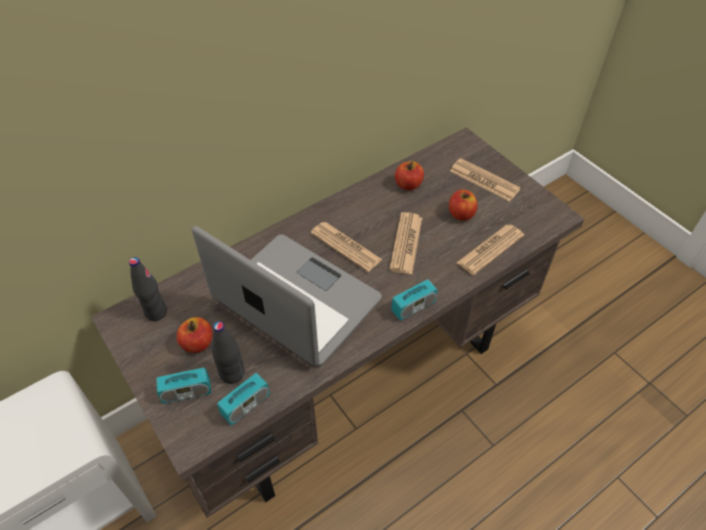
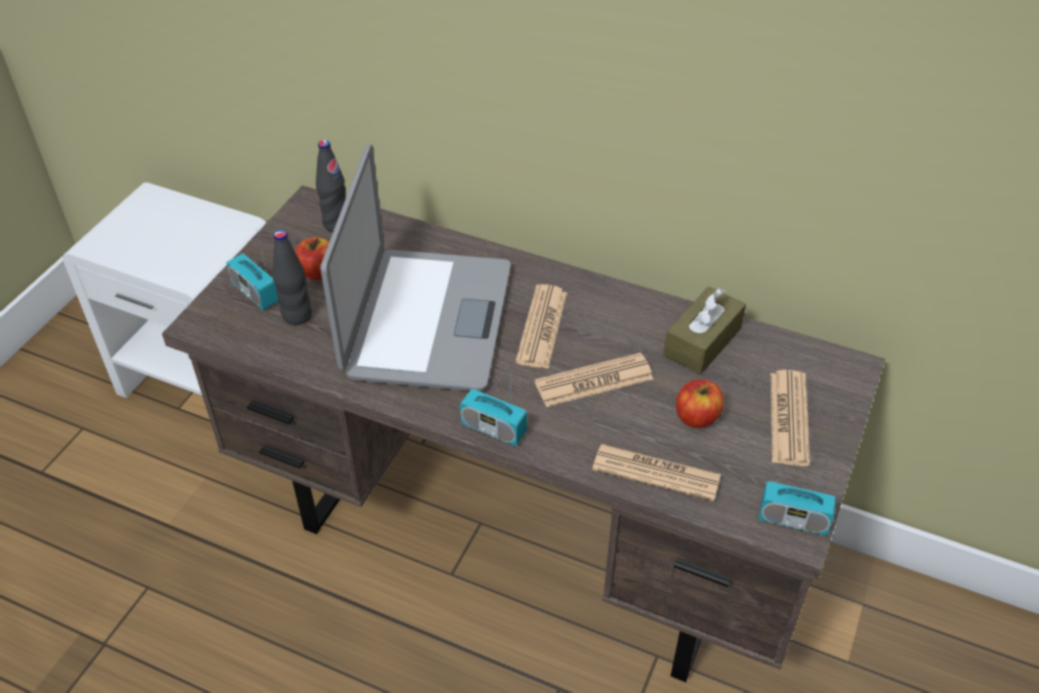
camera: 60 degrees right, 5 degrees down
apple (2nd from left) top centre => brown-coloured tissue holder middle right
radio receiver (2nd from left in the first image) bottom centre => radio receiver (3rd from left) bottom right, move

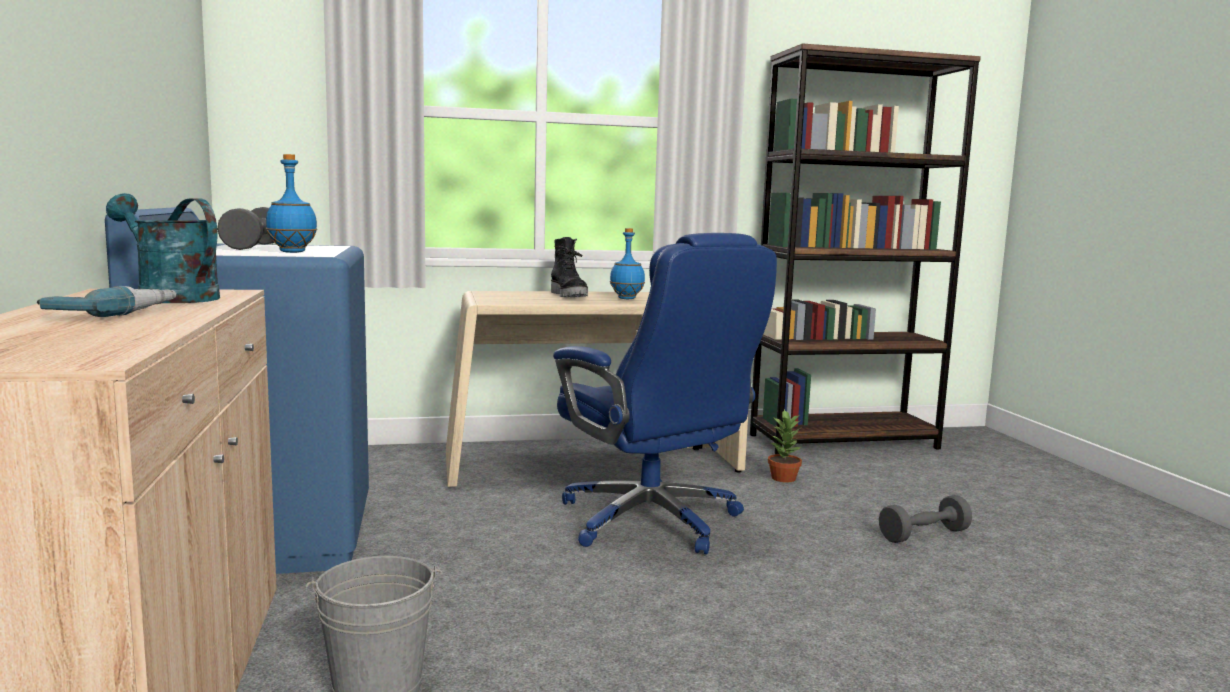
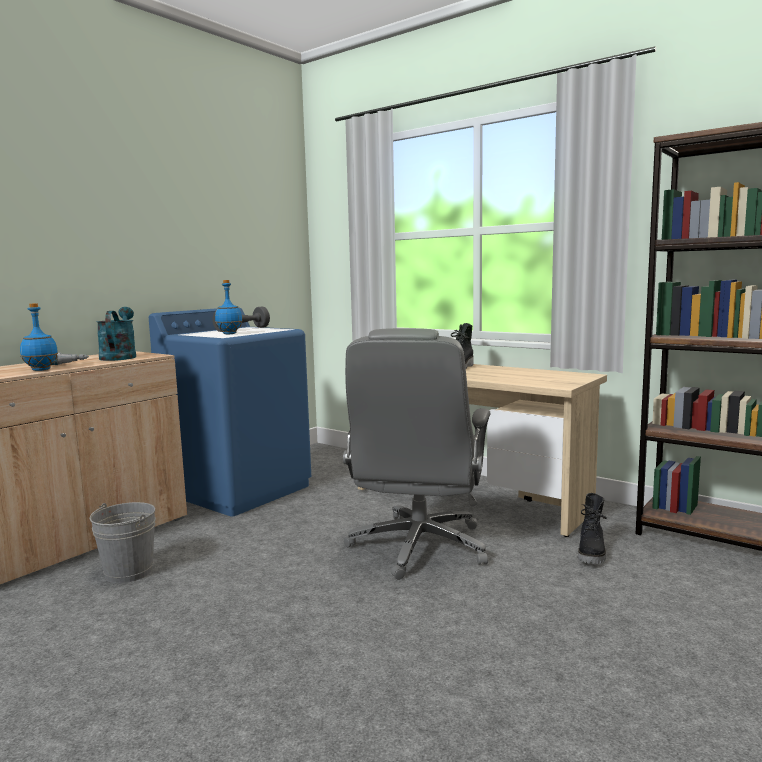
camera: 50 degrees right, 0 degrees up
blue-coloured bottle (2nd from left in the first image) centre => blue-coloured bottle (1st from left) middle left, move
blue-coloured office chair centre => grey office chair centre
plant in a pot centre => blackish boot (2nd from left) bottom right
grey free weight (2nd from left) bottom right => nothing

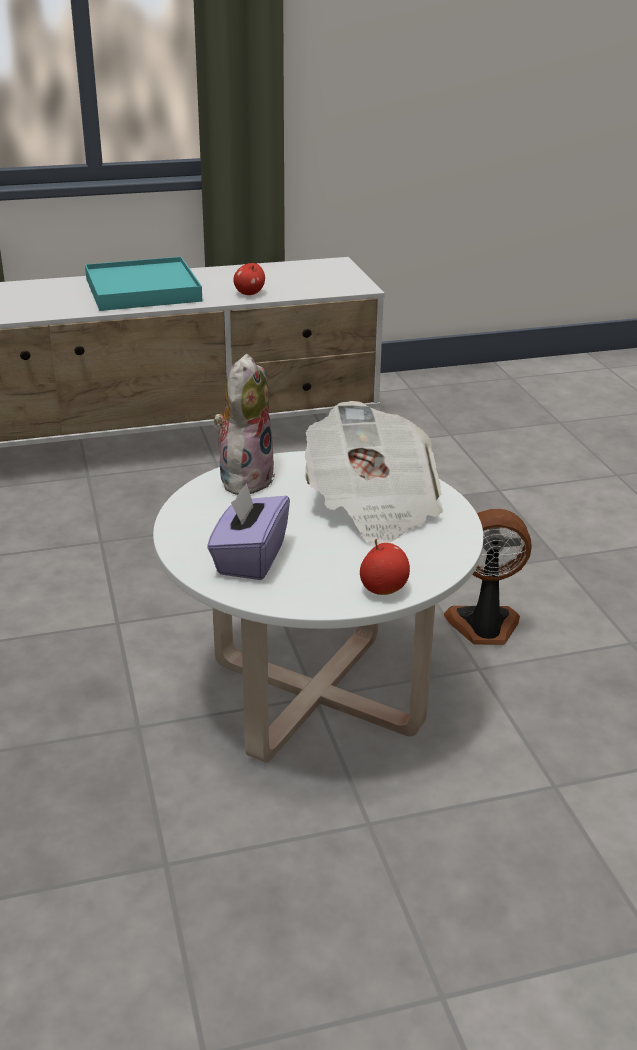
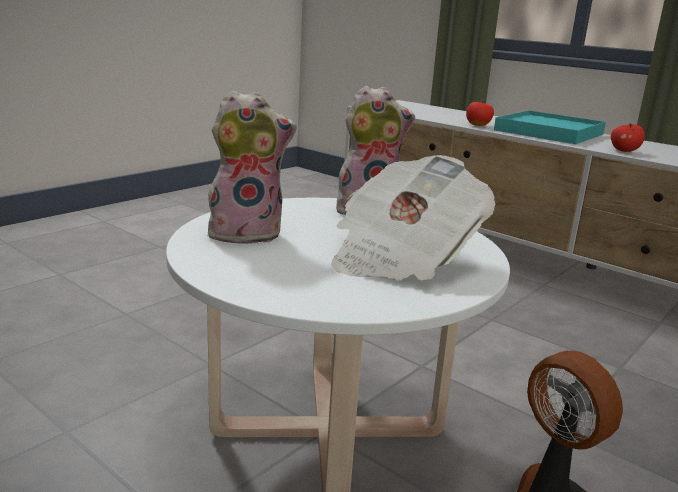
camera: 55 degrees right, 10 degrees down
purple-coloured tissue holder centre => soft toy (1st from left) centre
apple (2nd from left in the first image) centre => apple (1st from left) top right, move

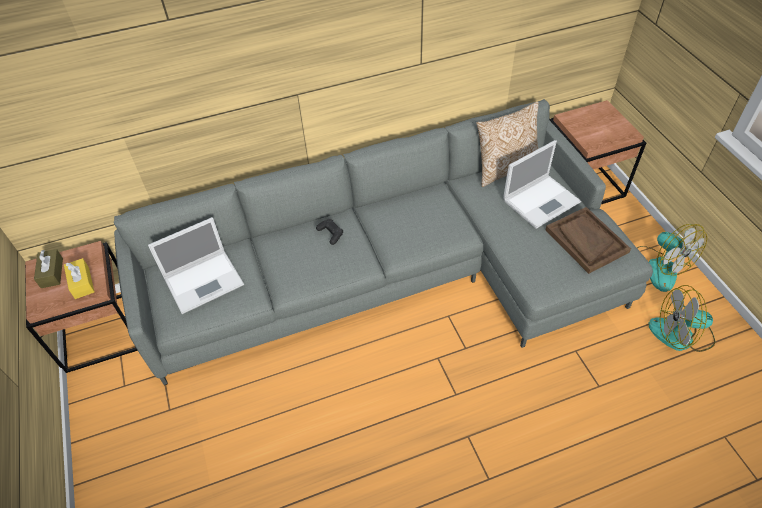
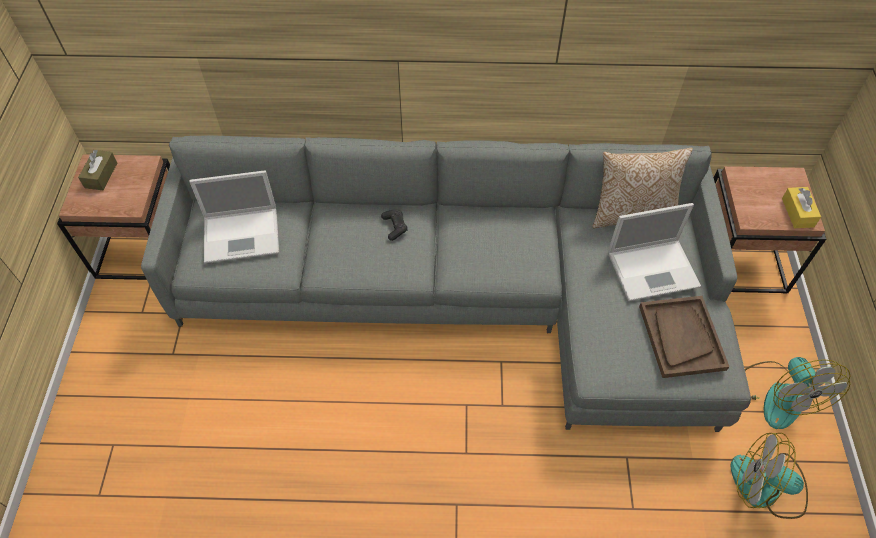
camera: 20 degrees right, 5 degrees up
yellow-coloured tissue holder middle left => yellow-coloured tissue holder middle right, move

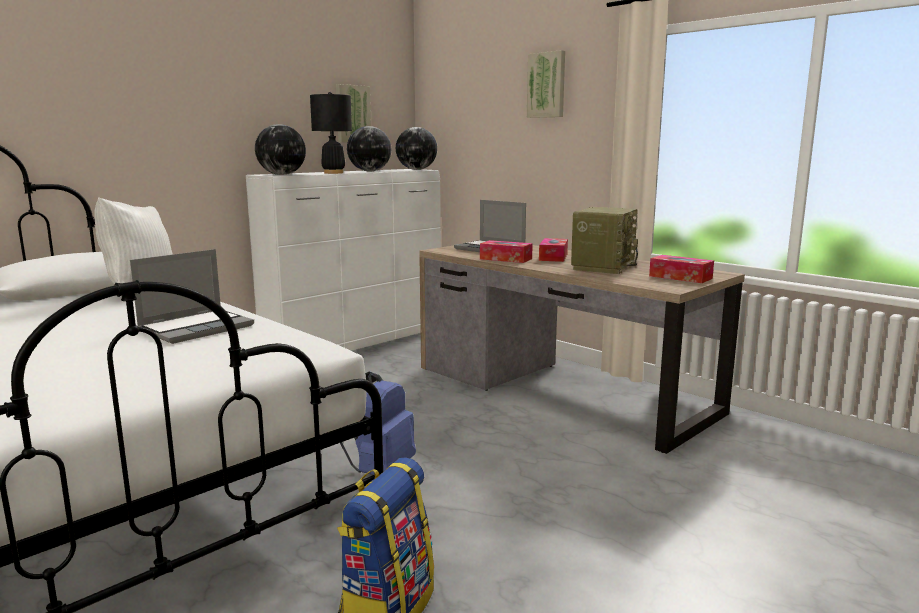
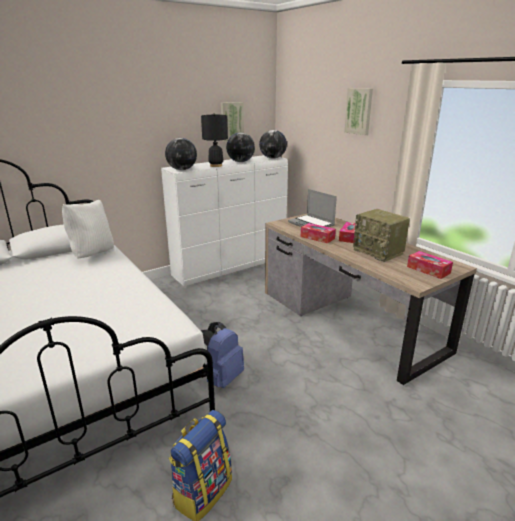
camera: 10 degrees right, 10 degrees up
radio receiver centre => radio receiver middle right, 105 degrees clockwise
notebook computer (1st from left) middle left => nothing

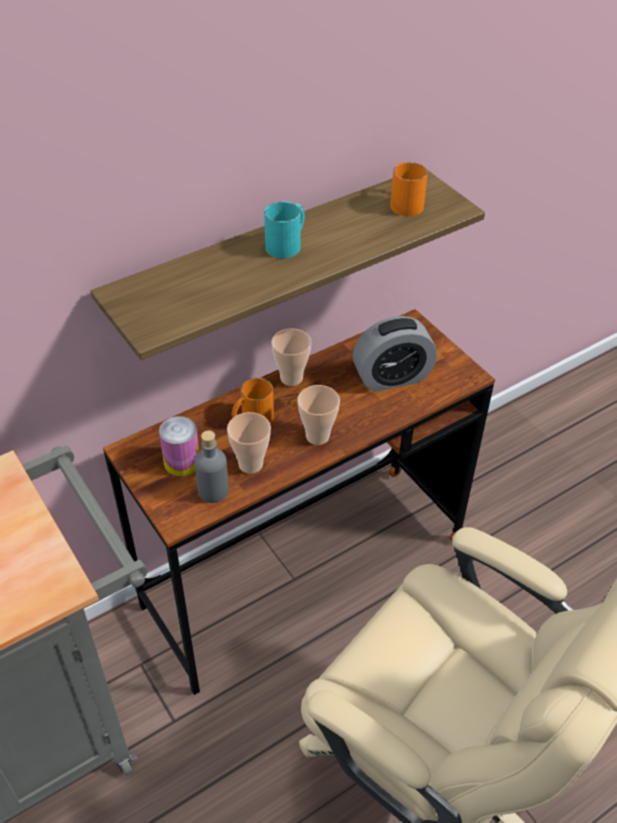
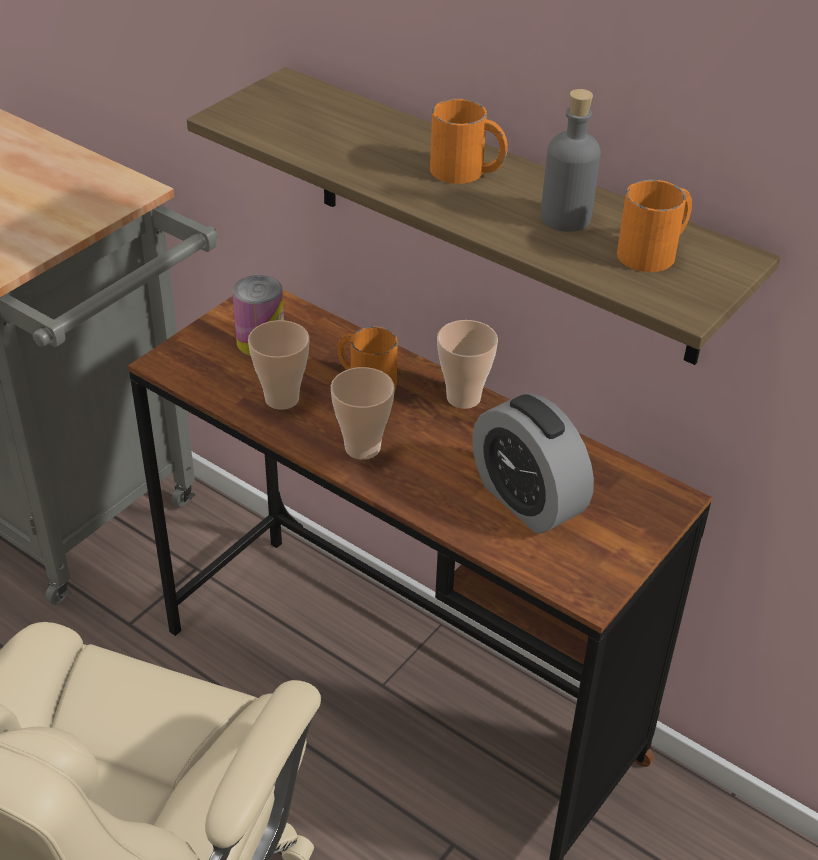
camera: 70 degrees right, 5 degrees down
blue-green mug top centre => orangey mug (2nd from left) top centre
grey bottle centre => grey bottle top right, move

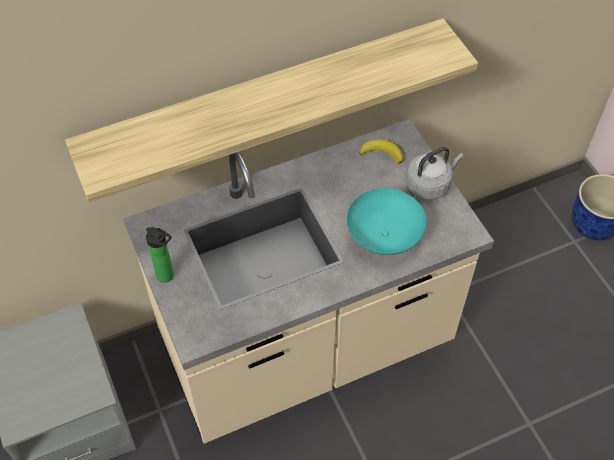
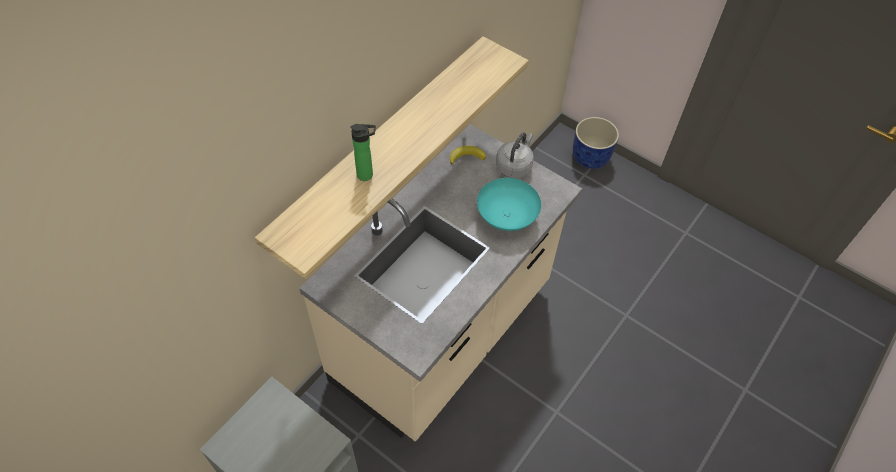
camera: 30 degrees left, 0 degrees up
bottle middle left => bottle top centre, move

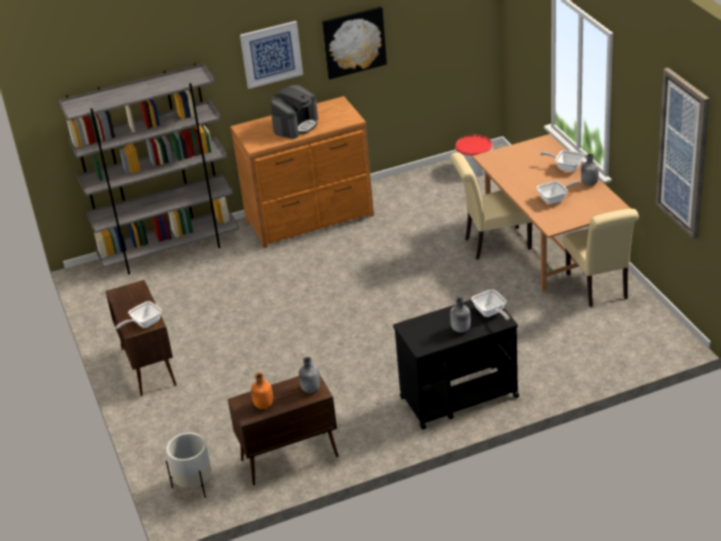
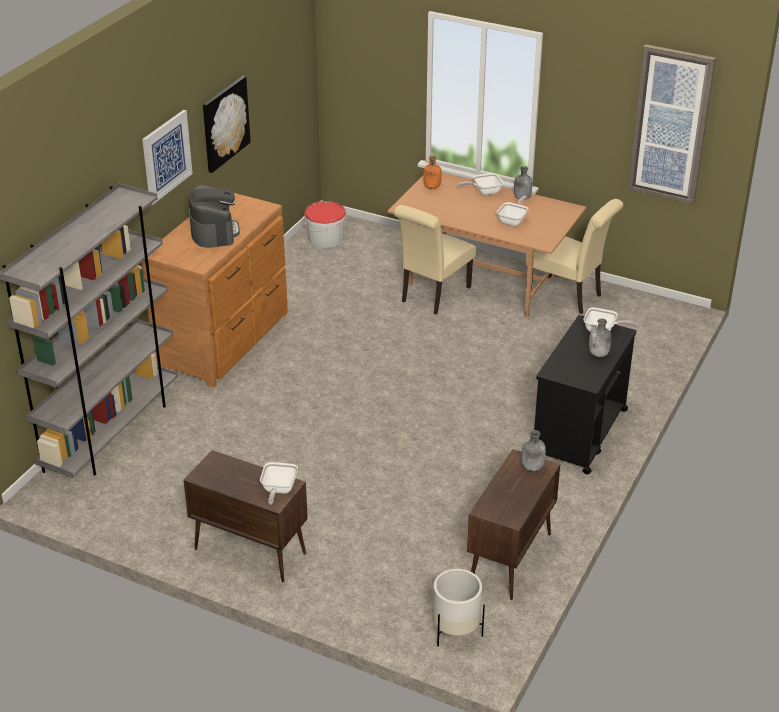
camera: 45 degrees left, 0 degrees up
orangey bottle bottom centre => orangey bottle top centre, move

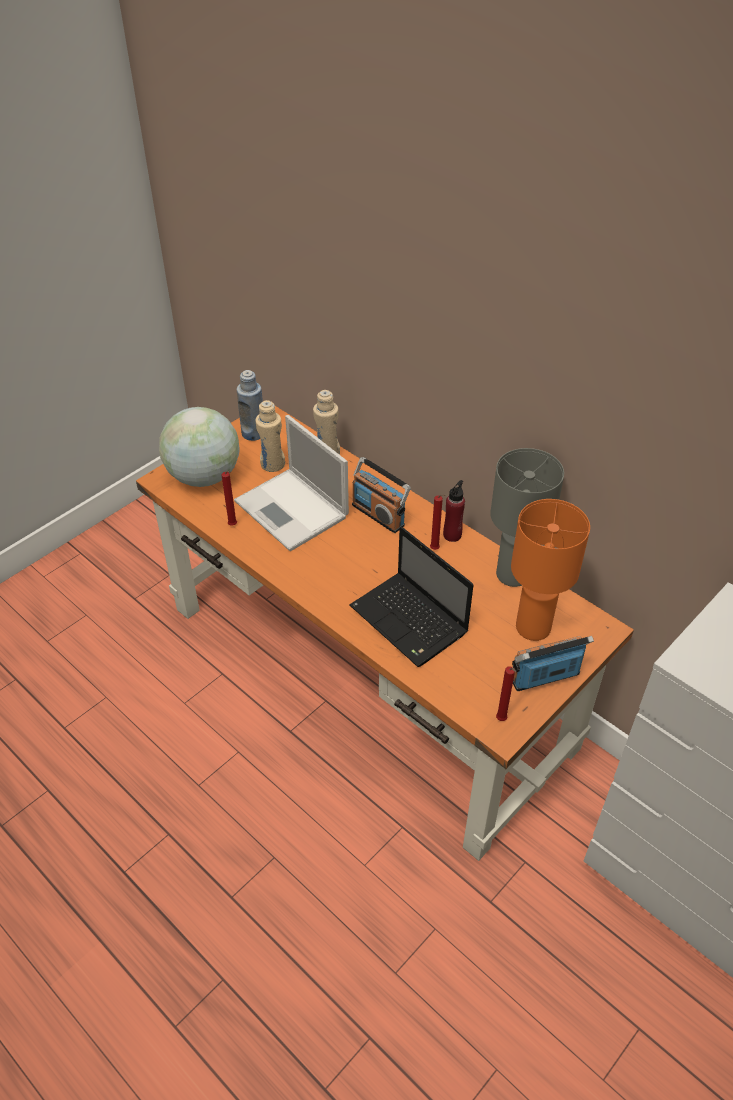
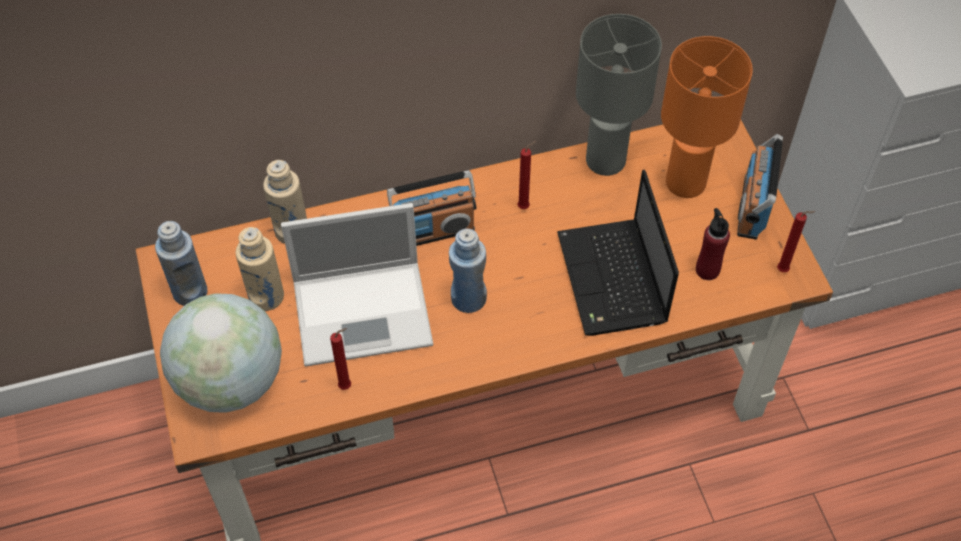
camera: 60 degrees left, 10 degrees up
reddish bottle centre => reddish bottle middle right, move
notebook computer (2nd from left) centre, 90 degrees clockwise
nothing => blue-coloured bottle (2nd from left) centre

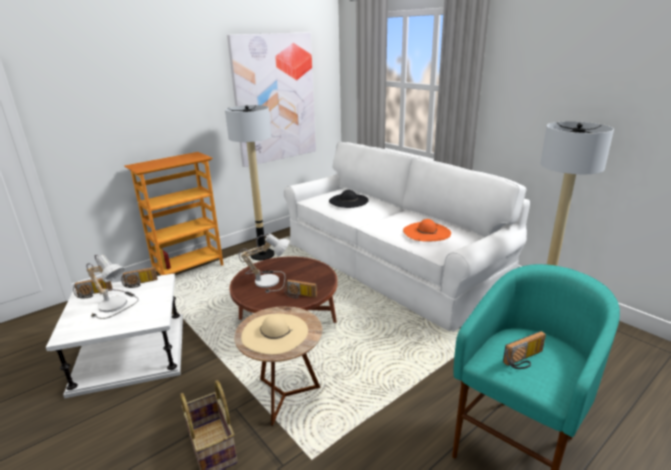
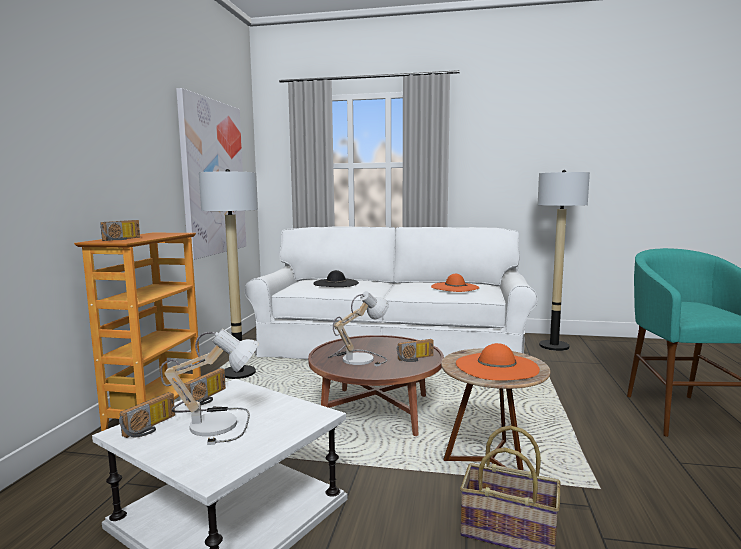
camera: 40 degrees left, 15 degrees down
beige wearable hat bottom centre => orangey wearable hat (2nd from left) middle right
radio receiver (4th from left in the first image) bottom right => radio receiver (1st from left) middle left, move

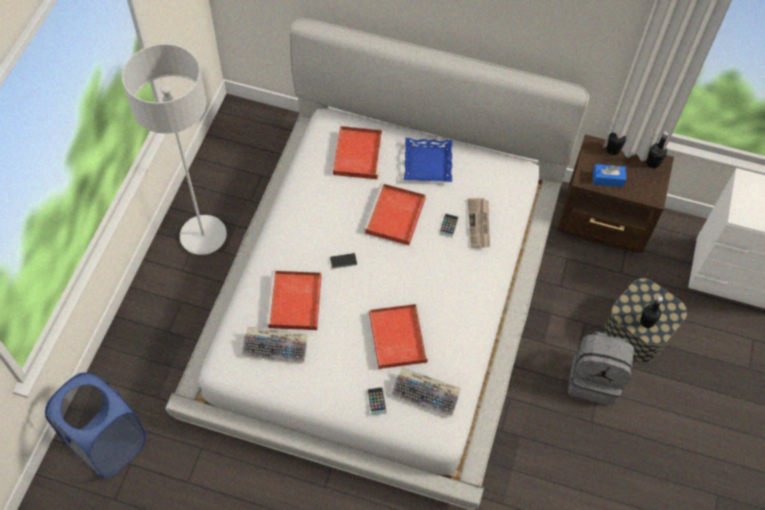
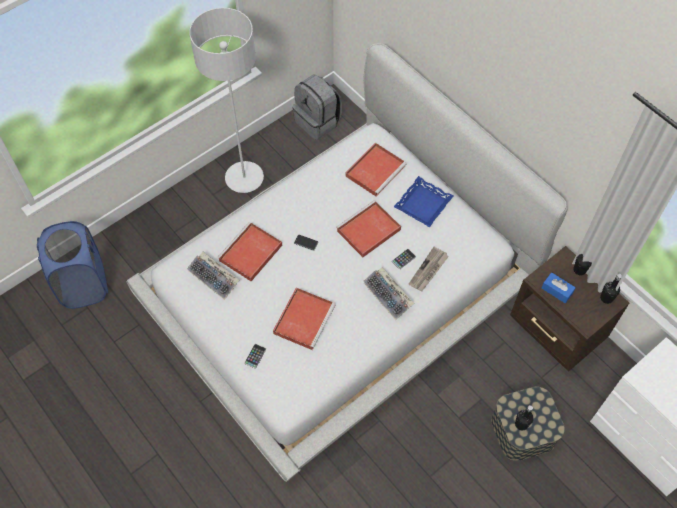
camera: 35 degrees right, 0 degrees up
grey knapsack bottom right => grey knapsack top centre, move
keyboard (2nd from left) bottom centre => keyboard (2nd from left) centre, move

